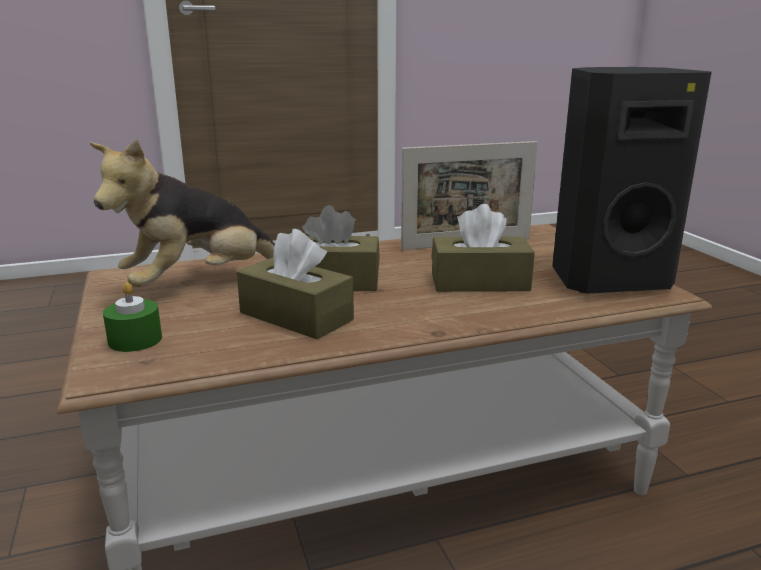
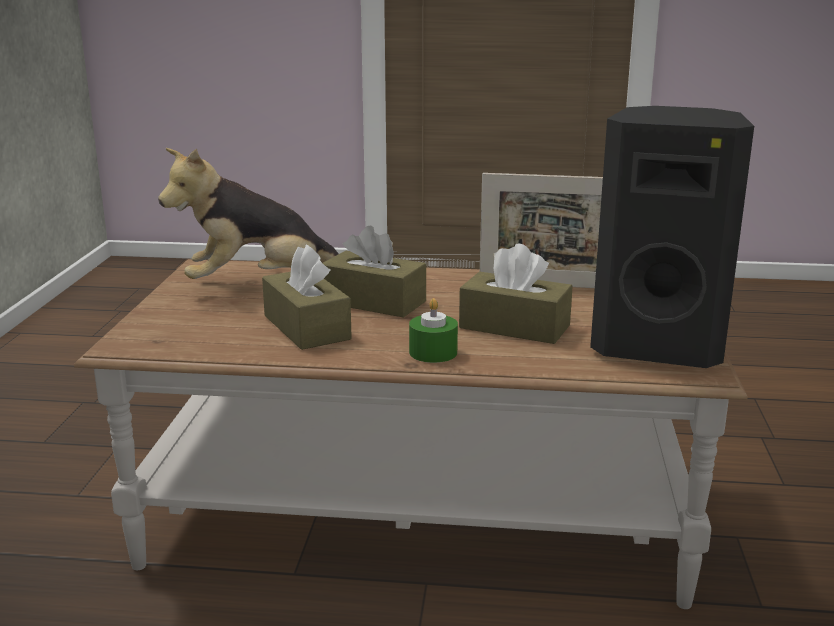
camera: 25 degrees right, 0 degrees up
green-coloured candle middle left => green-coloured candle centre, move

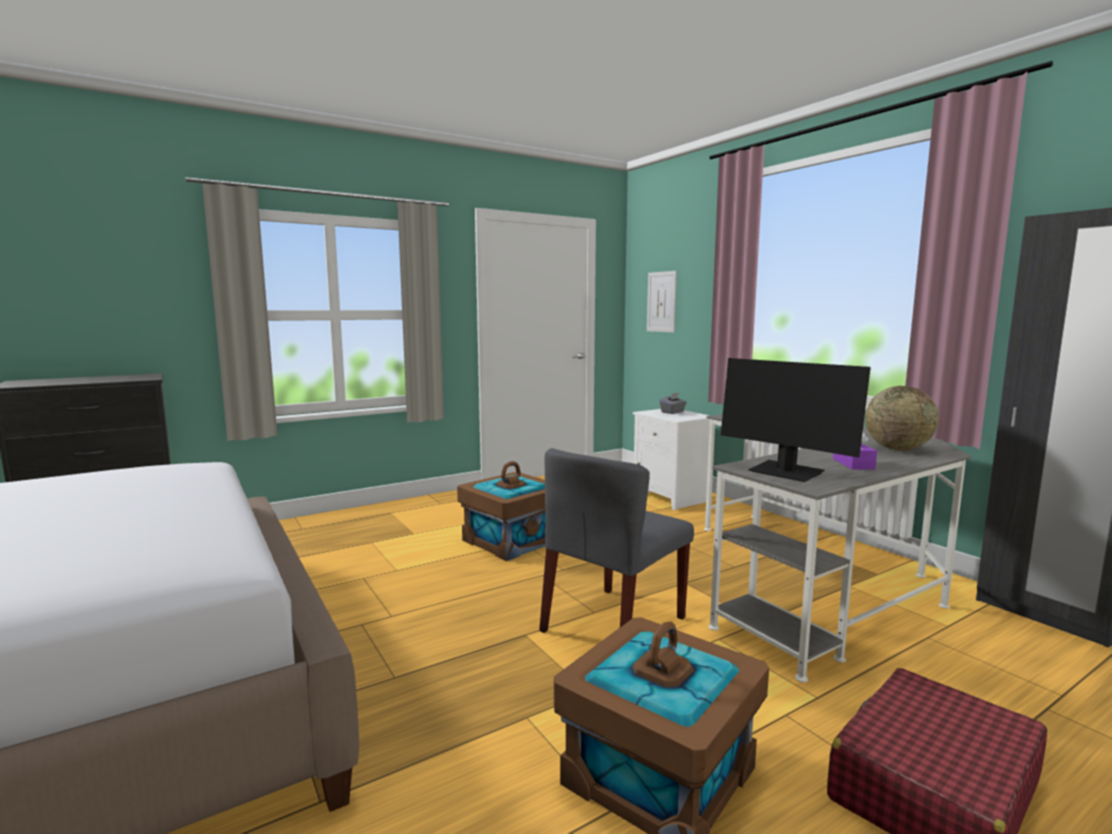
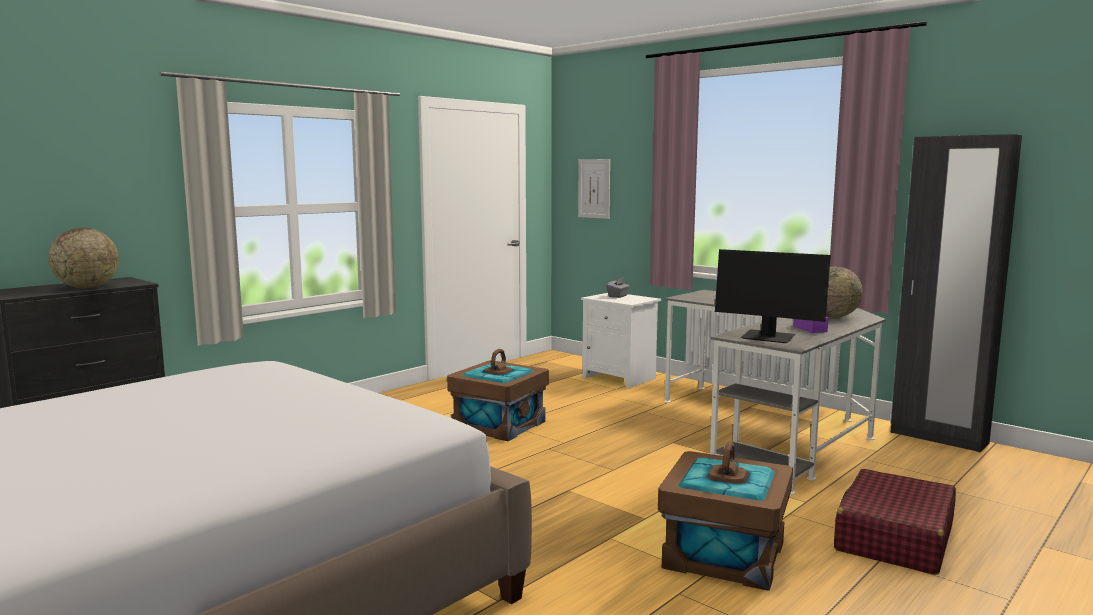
camera: 15 degrees left, 0 degrees up
grey chair centre => nothing
nothing => desk globe (1st from left) middle left

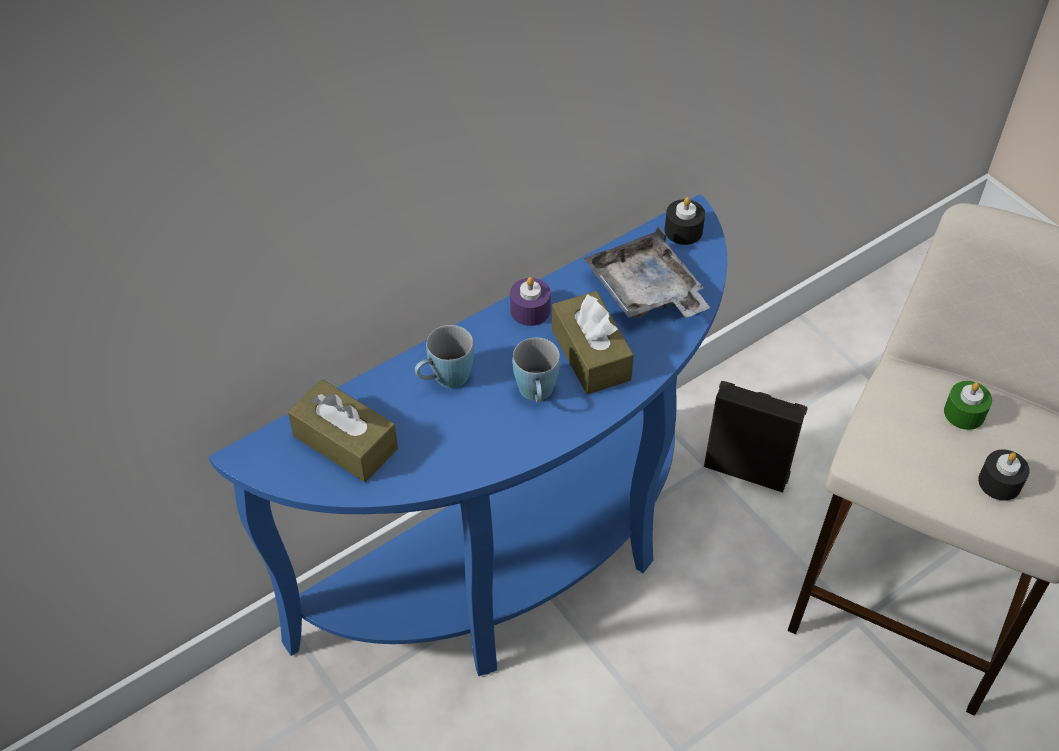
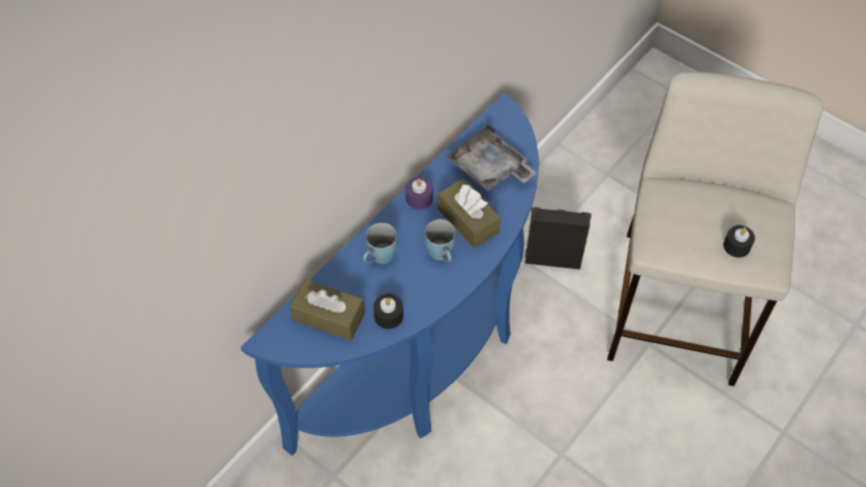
camera: 15 degrees left, 5 degrees up
blackish candle (1st from left) top centre => blackish candle (1st from left) centre, move
green-coloured candle middle right => nothing

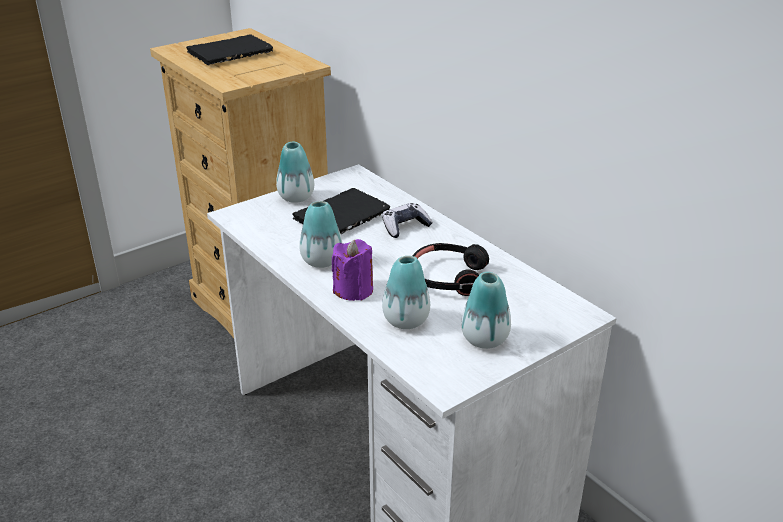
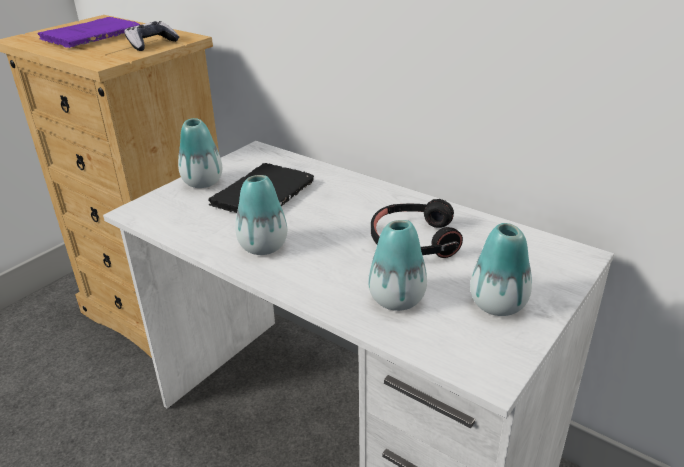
camera: 15 degrees left, 0 degrees up
blackish bound book (1st from left) top left => purple-coloured bound book top left
joypad centre => joypad top left, move
purple-coloured candle centre => nothing

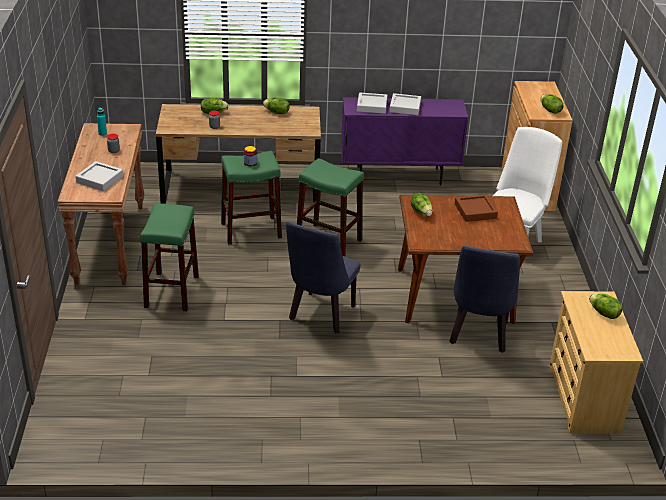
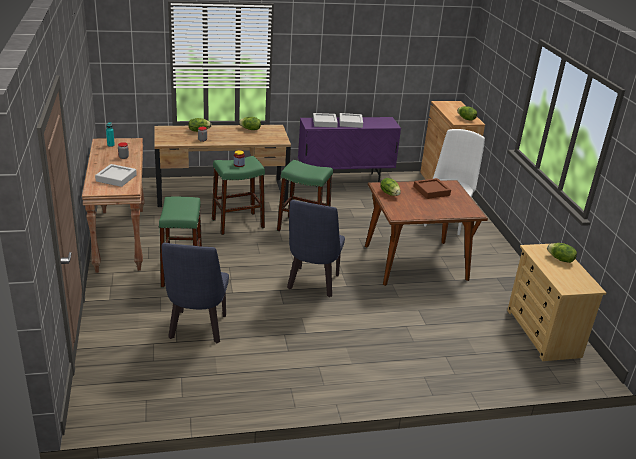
camera: 10 degrees left, 5 degrees down
blue-coloured chair (2nd from left in the first image) middle right => blue-coloured chair (1st from left) middle left, move

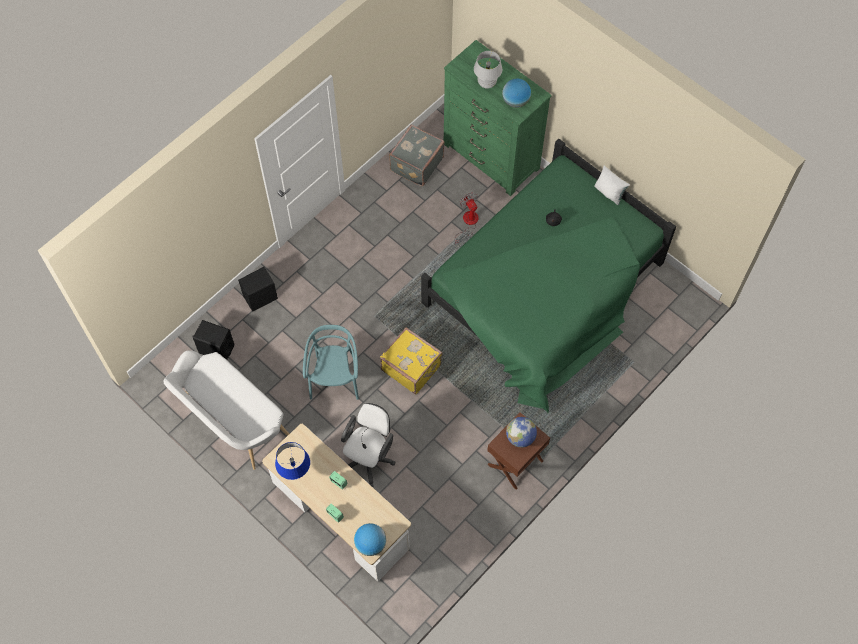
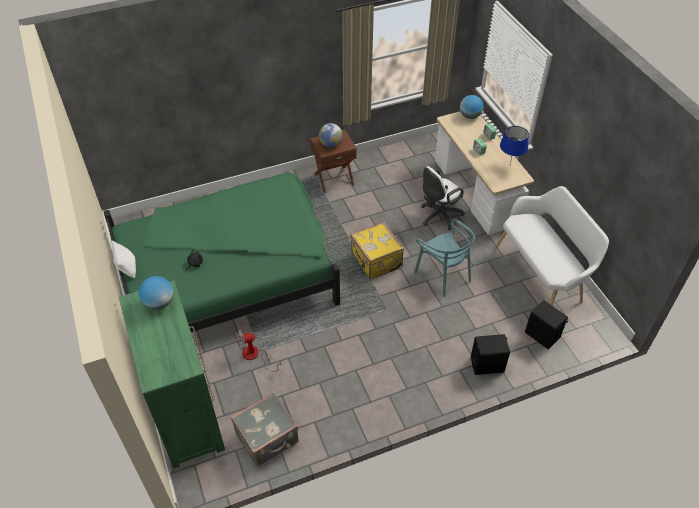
camera: 155 degrees left, 15 degrees down
whitish lamp for a table top centre => nothing
cooling fan centre => cooling fan bottom centre, 75 degrees clockwise
blue-green chair centre, 60 degrees counterclockwise

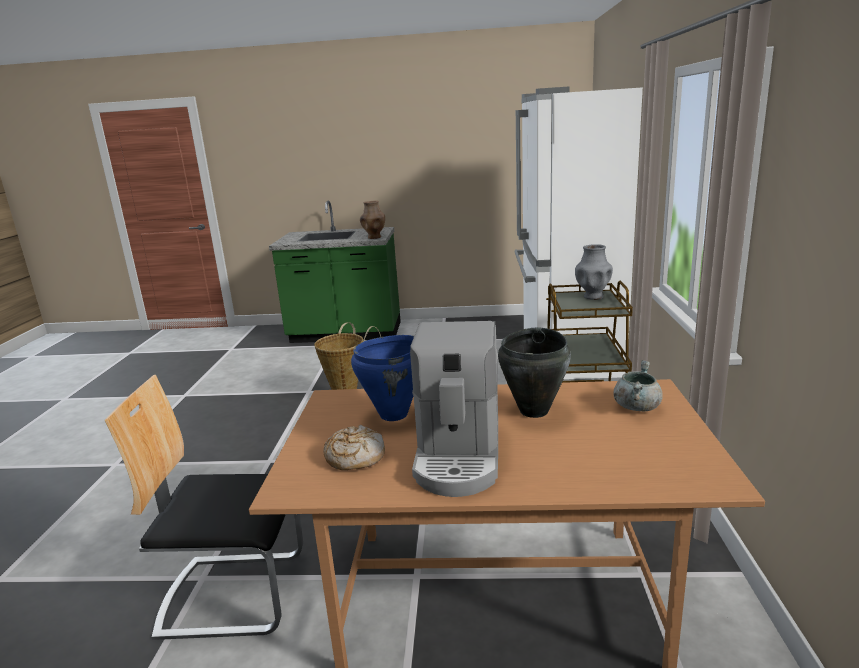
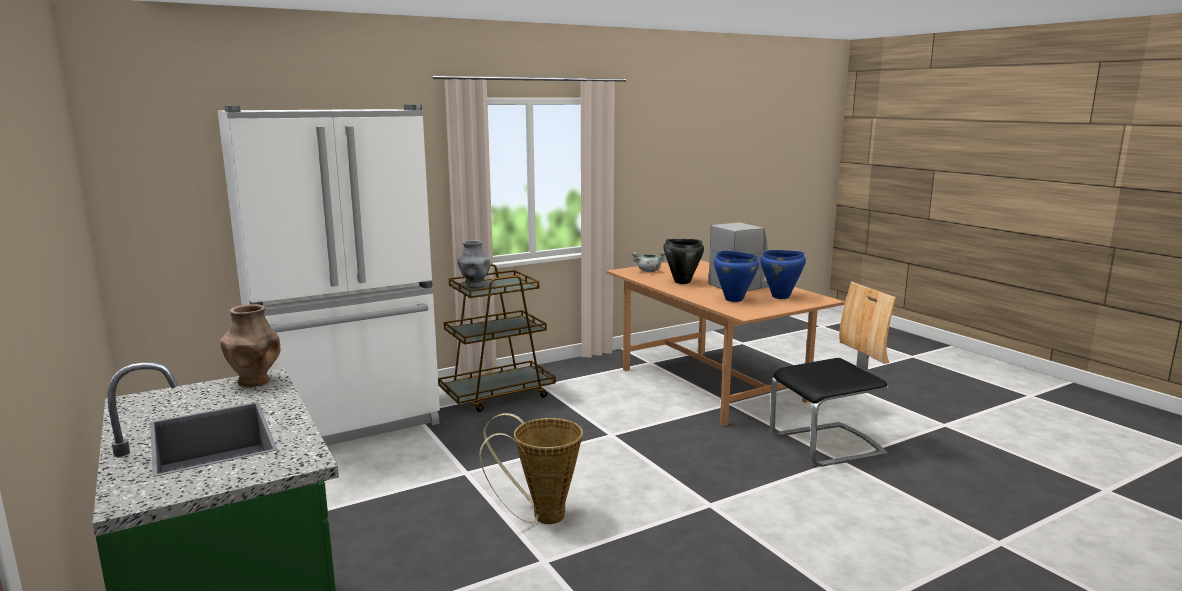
camera: 125 degrees left, 5 degrees down
chair bottom left => chair middle right, 75 degrees counterclockwise
baked bread bottom centre => blue-coloured saucepot (2nd from left) centre

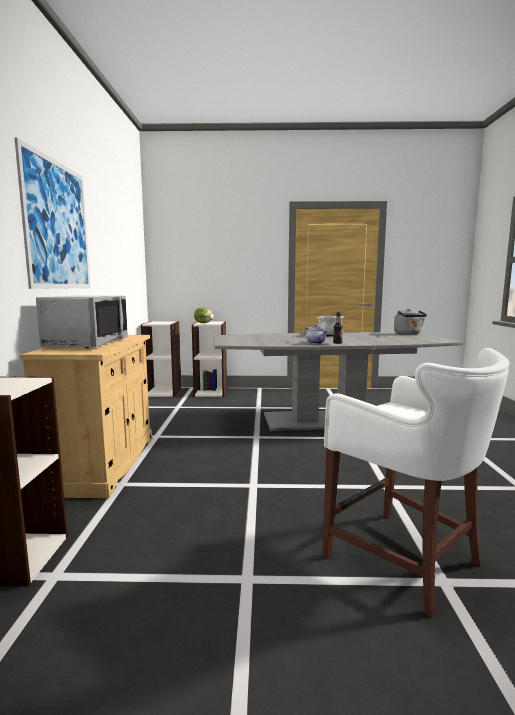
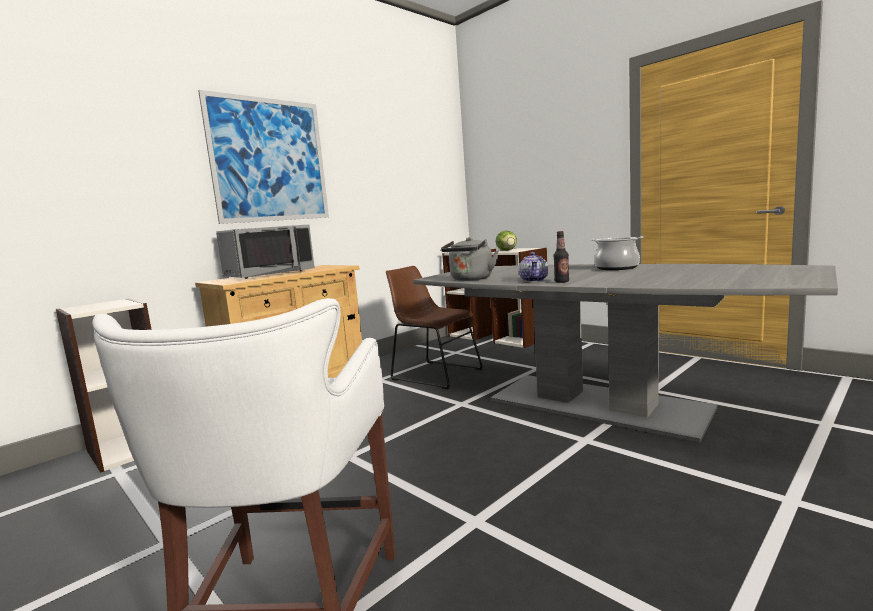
camera: 45 degrees right, 0 degrees up
grey kettle middle right => grey kettle centre, move
nothing => brown-coloured chair centre

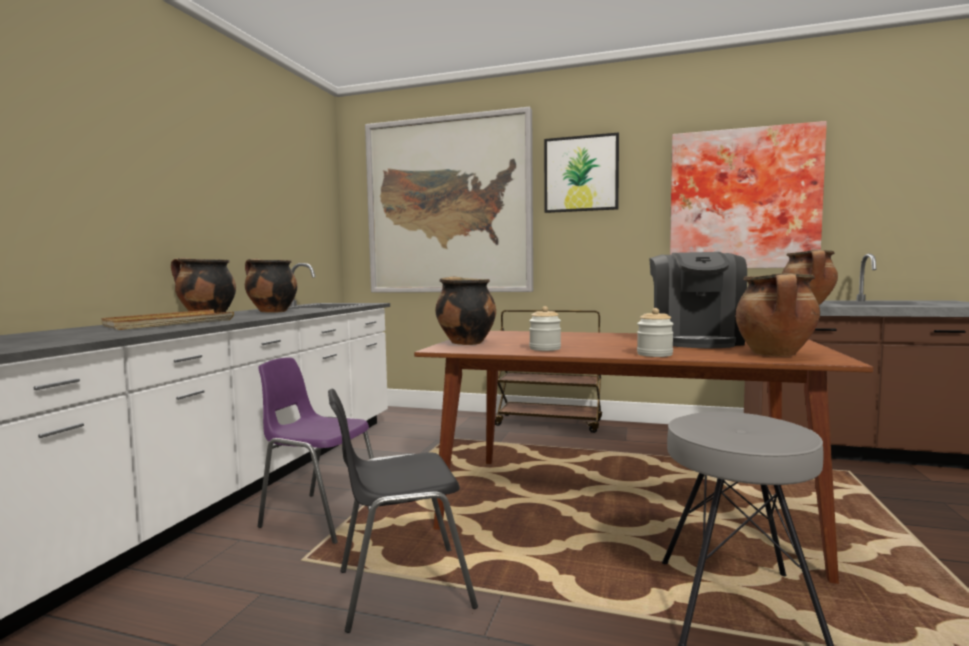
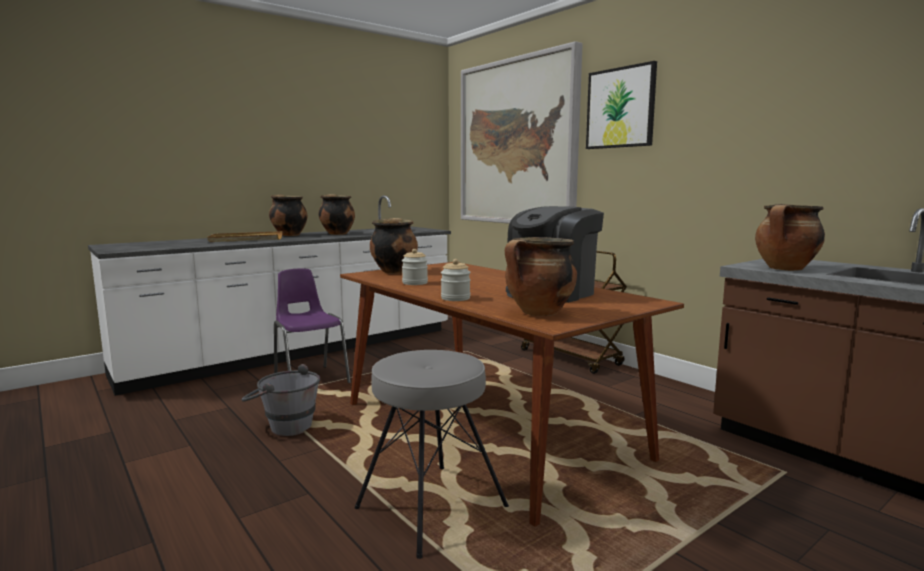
camera: 35 degrees right, 5 degrees up
wall picture (3rd from left) top right => nothing
blackish chair bottom centre => grey water bucket bottom left

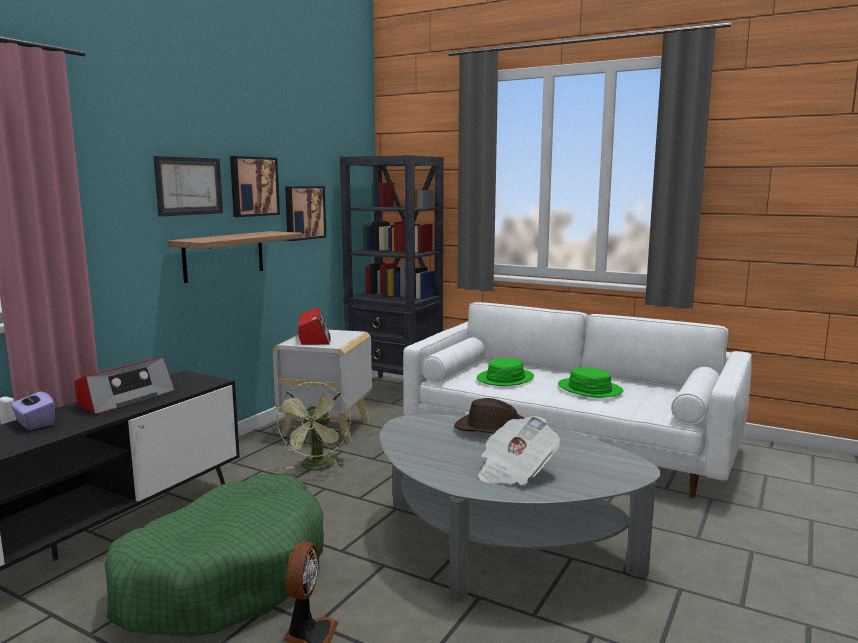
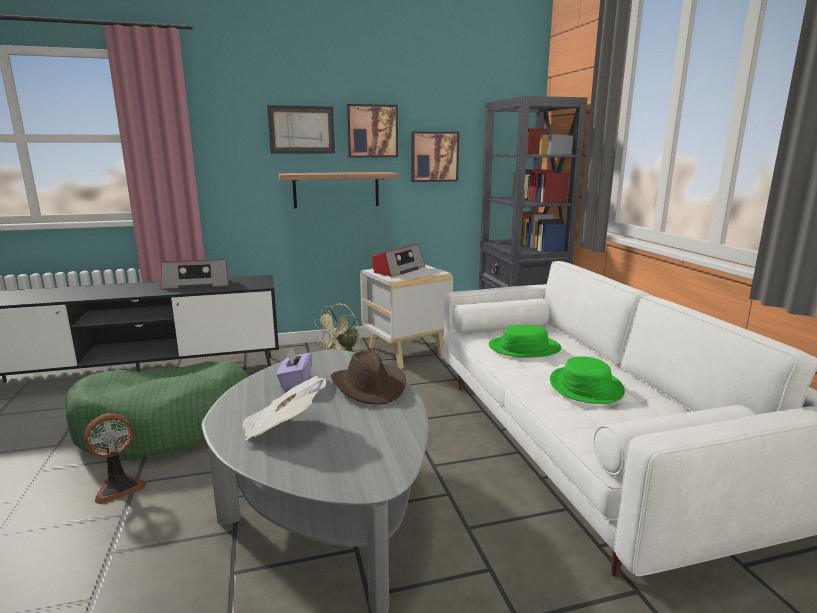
camera: 45 degrees right, 5 degrees up
purple-coloured tissue holder middle left => purple-coloured tissue holder centre, move

